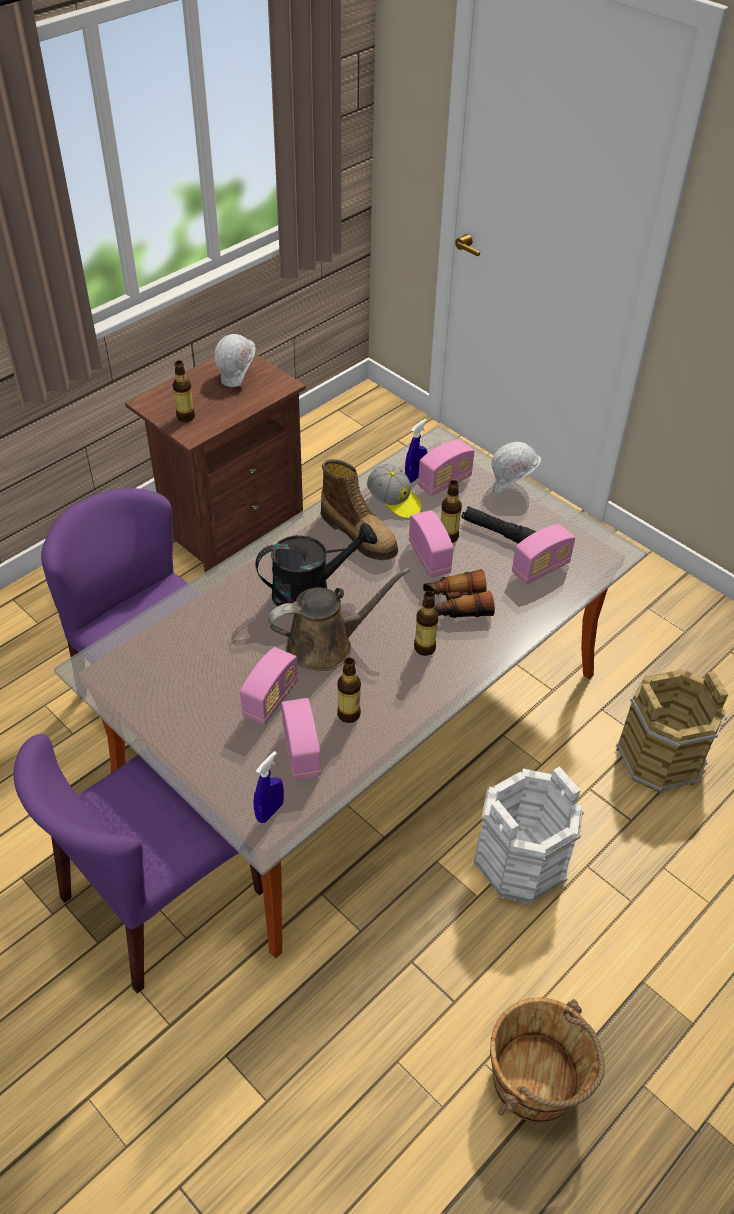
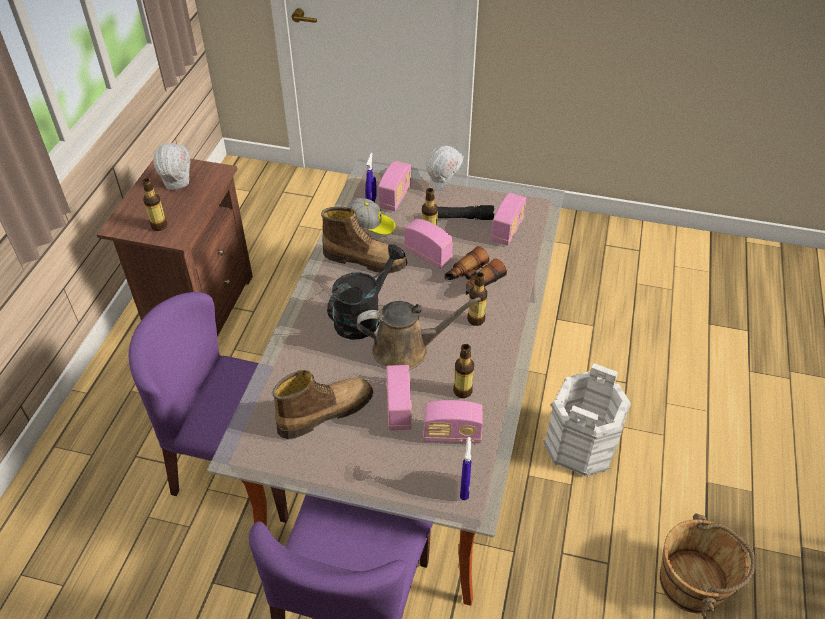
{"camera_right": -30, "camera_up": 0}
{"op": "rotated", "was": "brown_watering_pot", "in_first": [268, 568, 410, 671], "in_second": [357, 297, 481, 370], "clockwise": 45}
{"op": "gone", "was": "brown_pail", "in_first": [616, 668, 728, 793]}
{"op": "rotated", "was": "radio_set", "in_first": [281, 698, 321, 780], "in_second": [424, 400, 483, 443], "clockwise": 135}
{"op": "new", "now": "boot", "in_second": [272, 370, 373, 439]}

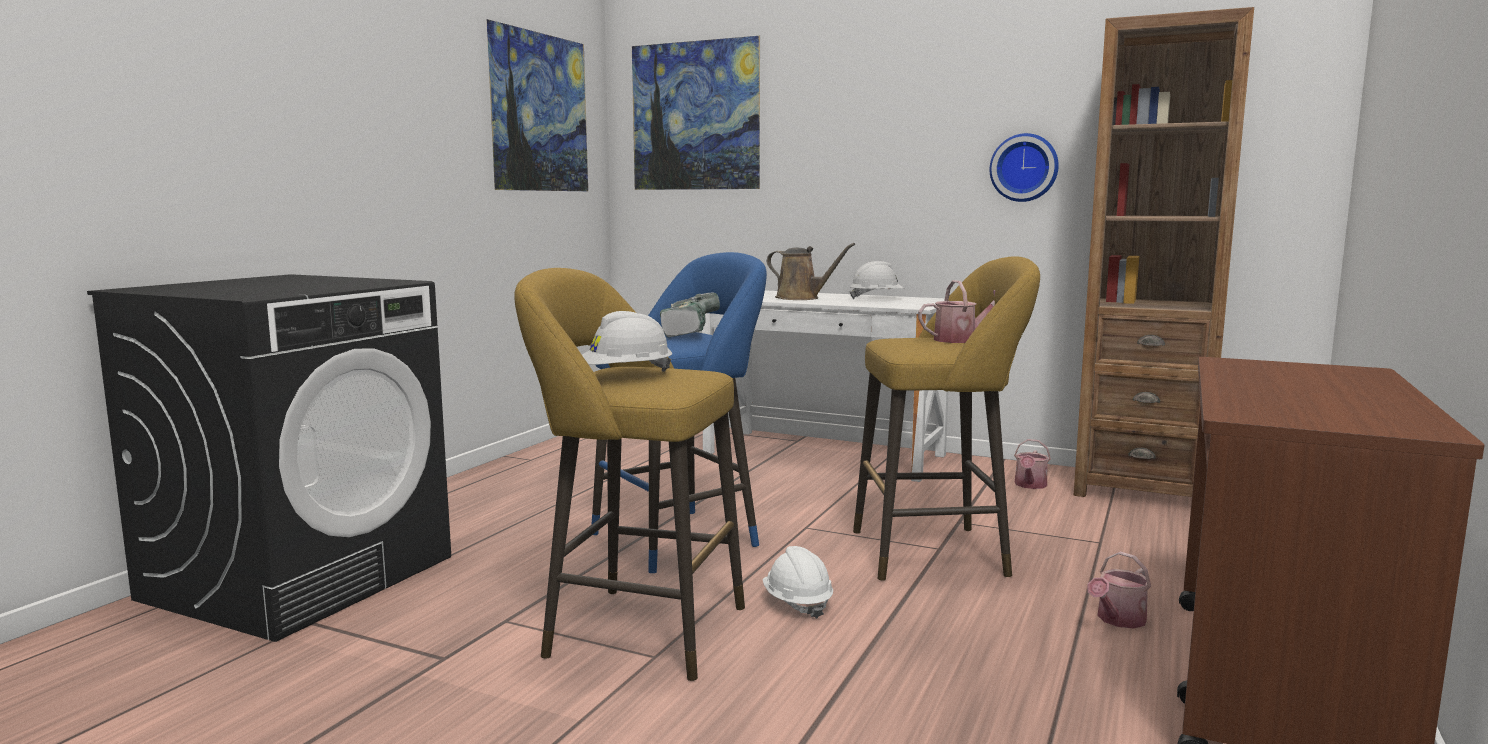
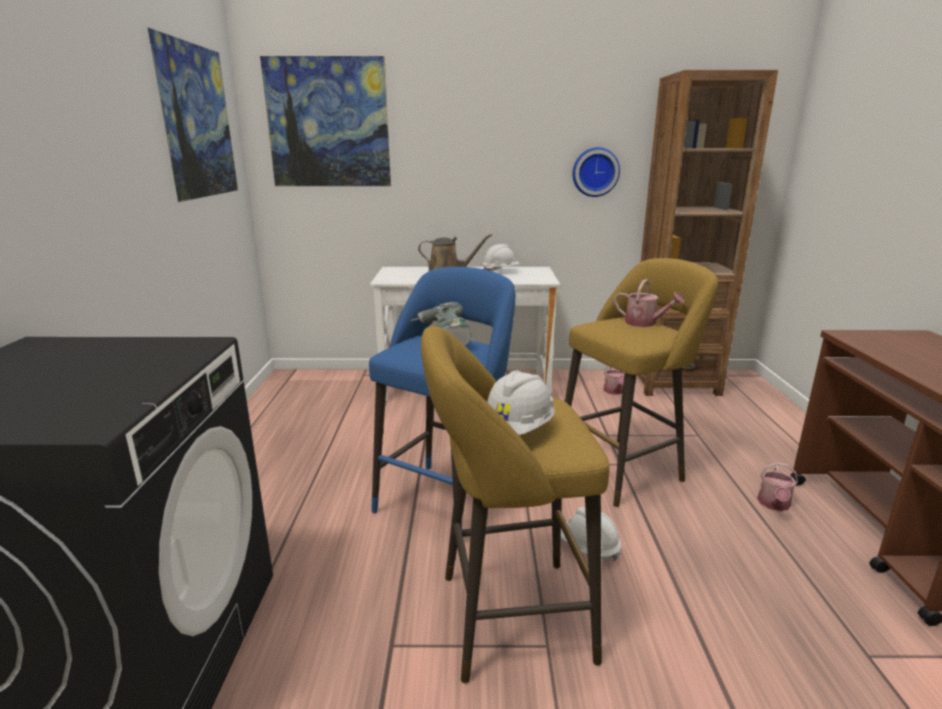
{"camera_right": -25, "camera_up": 10}
{"op": "rotated", "was": "watering_pot", "in_first": [918, 280, 995, 343], "in_second": [614, 279, 684, 327], "clockwise": 75}

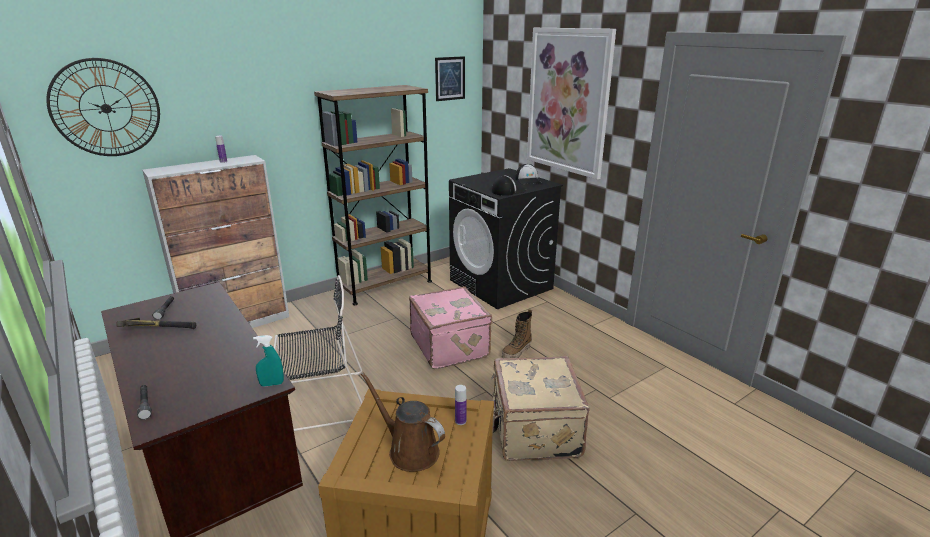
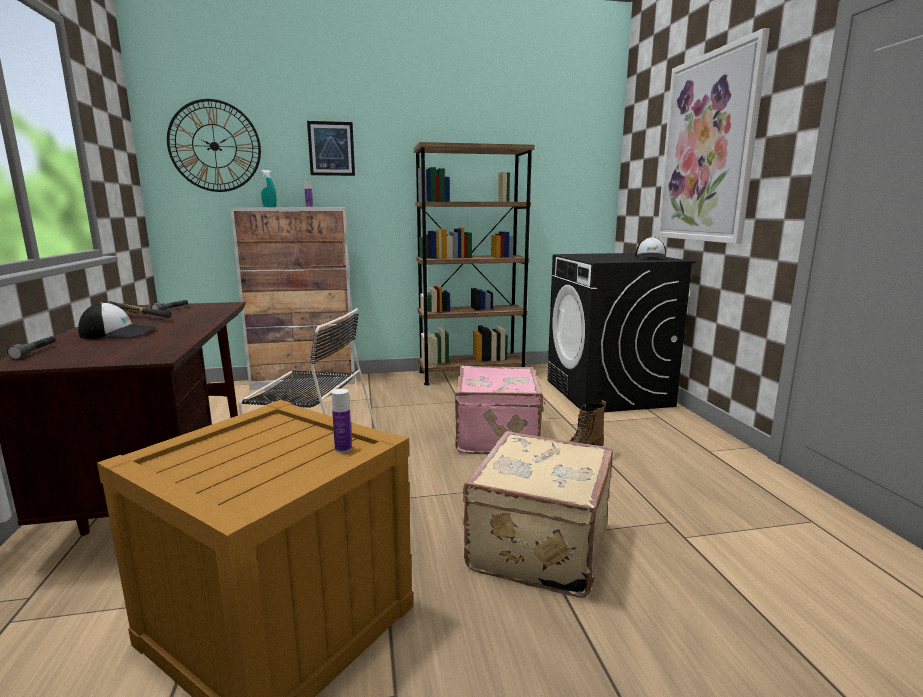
{"camera_right": 25, "camera_up": -10}
{"op": "shifted", "was": "wall_picture", "in_first": [435, 56, 465, 101], "in_second": [307, 121, 355, 176]}
{"op": "shifted", "was": "cap", "in_first": [492, 175, 526, 196], "in_second": [78, 302, 156, 339]}
{"op": "shifted", "was": "turquoise_hand_sprayer", "in_first": [253, 335, 284, 387], "in_second": [261, 170, 277, 207]}
{"op": "gone", "was": "brown_watering_pot", "in_first": [361, 373, 445, 472]}

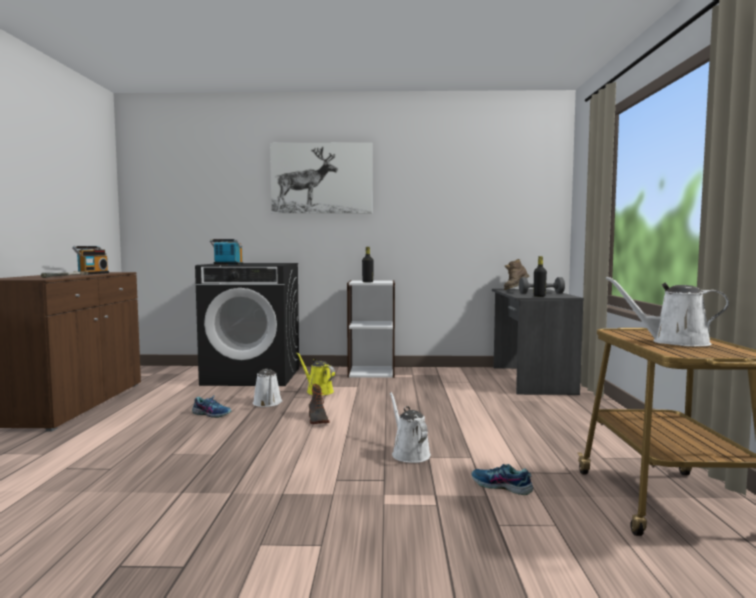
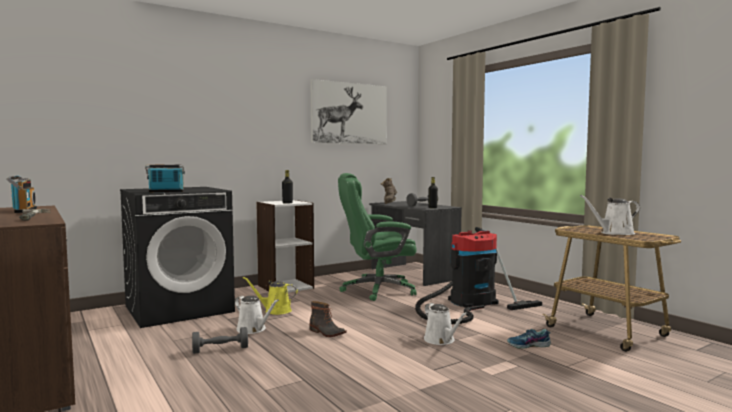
{"camera_right": -35, "camera_up": 0}
{"op": "shifted", "was": "wall_picture", "in_first": [270, 142, 372, 214], "in_second": [311, 79, 387, 144]}
{"op": "rotated", "was": "whitish_watering_pot", "in_first": [390, 392, 431, 463], "in_second": [424, 303, 467, 345], "clockwise": -150}
{"op": "swapped", "was": "low_shoe", "now": "greyish_dumbbell", "in_first": [192, 394, 231, 418], "in_second": [192, 327, 248, 354]}
{"op": "new", "now": "greenish_desk_chair", "in_second": [338, 173, 417, 301]}
{"op": "new", "now": "hoover", "in_second": [415, 227, 542, 324]}

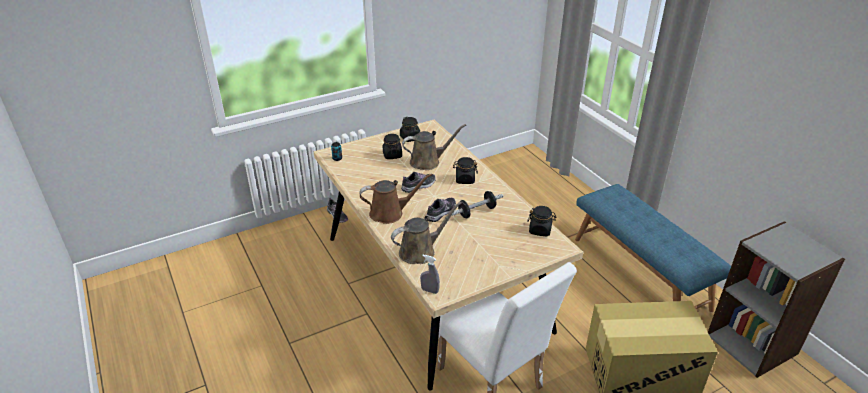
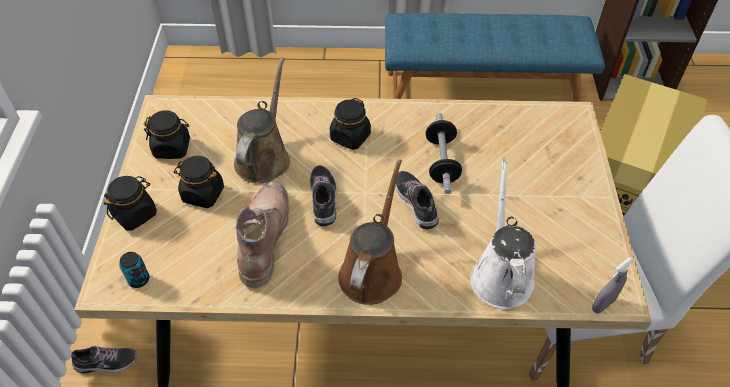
{"camera_right": -60, "camera_up": 15}
{"op": "repainted", "was": "brown_watering_pot", "now": "whitish_watering_pot", "in_first": [391, 202, 462, 264], "in_second": [470, 159, 536, 309]}
{"op": "shifted", "was": "blackish_storage_jar", "in_first": [527, 206, 556, 237], "in_second": [104, 176, 157, 230]}
{"op": "new", "now": "brown_boot", "in_second": [236, 182, 289, 288]}

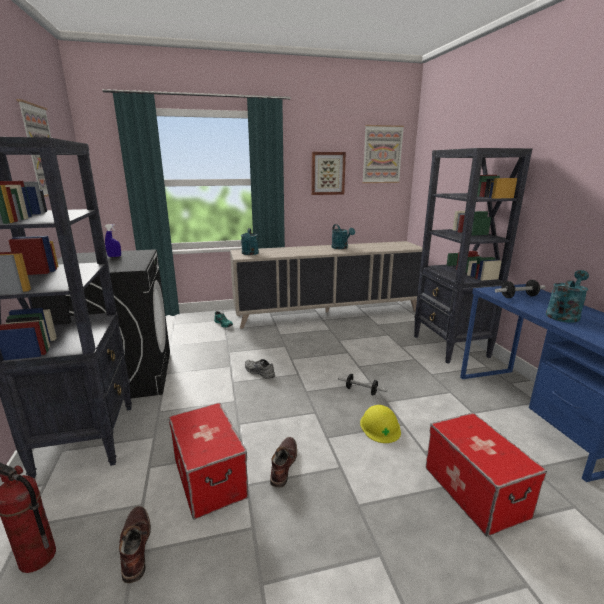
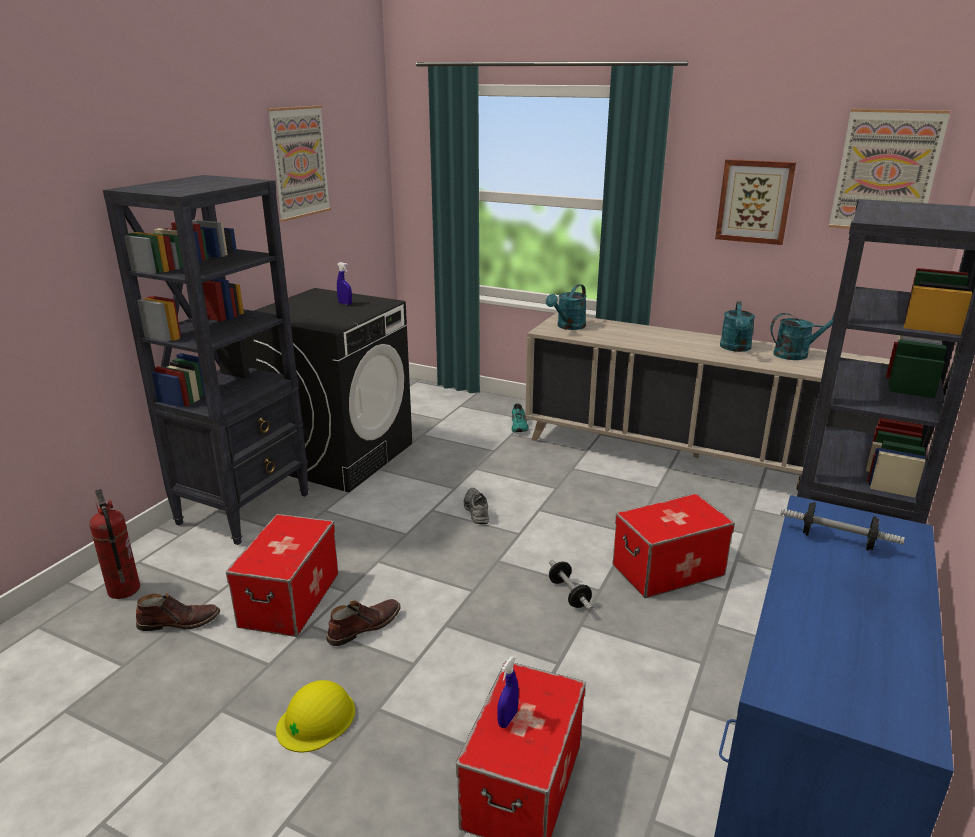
{"camera_right": 40, "camera_up": 5}
{"op": "shifted", "was": "turquoise_watering_pot", "in_first": [546, 270, 589, 323], "in_second": [770, 312, 835, 360]}
{"op": "shifted", "was": "yellow-coloured_hard_hat", "in_first": [360, 405, 401, 443], "in_second": [276, 680, 355, 752]}
{"op": "rotated", "was": "brown_boot", "in_first": [119, 506, 151, 583], "in_second": [136, 593, 220, 631], "clockwise": 60}
{"op": "new", "now": "storage_box", "in_second": [613, 493, 735, 598]}
{"op": "new", "now": "blue_hand_sprayer", "in_second": [497, 657, 519, 728]}

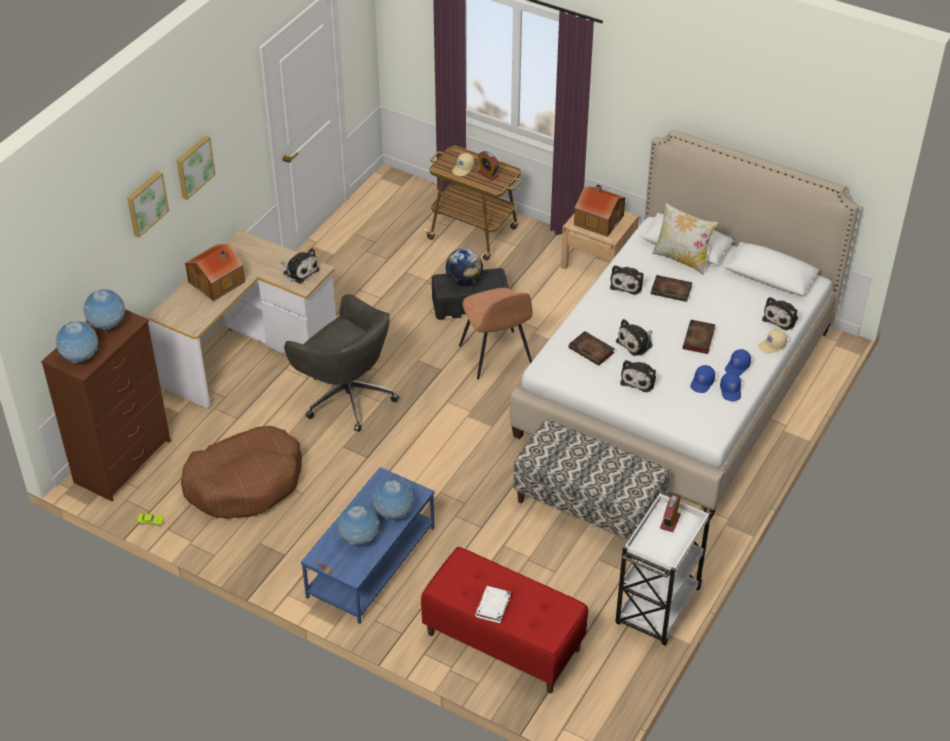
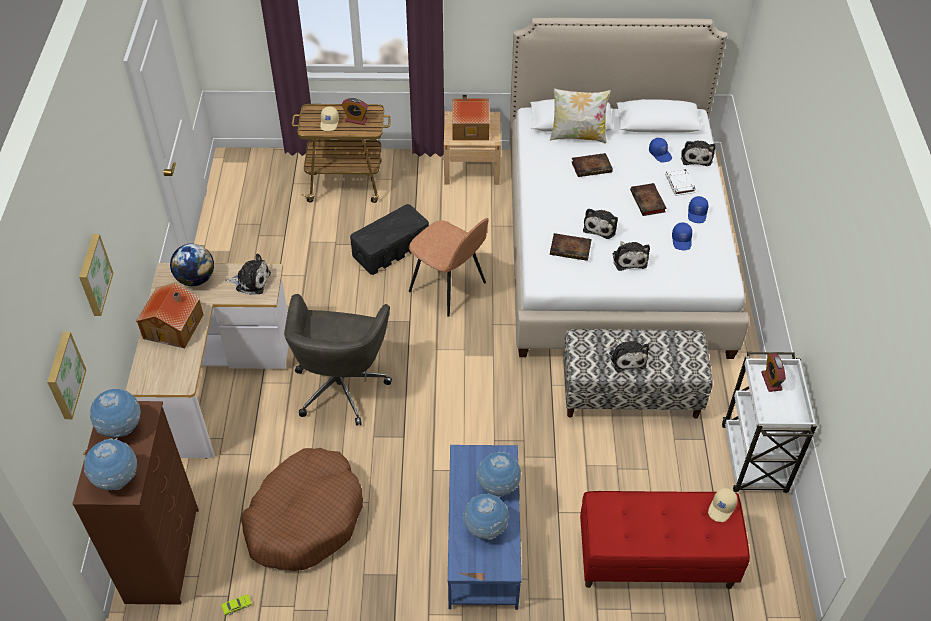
{"camera_right": -30, "camera_up": 5}
{"op": "shifted", "was": "wall_picture", "in_first": [176, 135, 216, 200], "in_second": [47, 332, 86, 419]}
{"op": "shifted", "was": "desk_globe", "in_first": [445, 248, 483, 286], "in_second": [170, 244, 214, 286]}
{"op": "shifted", "was": "soft_toy", "in_first": [610, 265, 643, 295], "in_second": [609, 339, 649, 372]}
{"op": "rotated", "was": "greyish_desk_chair", "in_first": [284, 294, 399, 432], "in_second": [284, 294, 392, 426], "clockwise": 90}
{"op": "shifted", "was": "beige-coloured_cap", "in_first": [758, 329, 787, 354], "in_second": [708, 488, 738, 522]}
{"op": "shifted", "was": "blue_cap", "in_first": [720, 372, 741, 401], "in_second": [649, 138, 672, 162]}
{"op": "shifted", "was": "whitish_bound_book", "in_first": [475, 586, 511, 623], "in_second": [665, 169, 696, 196]}

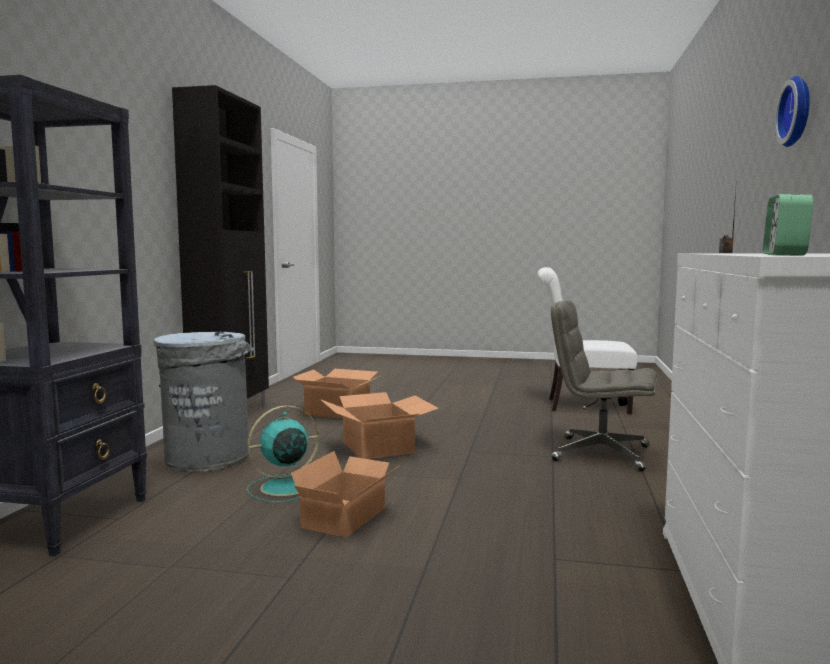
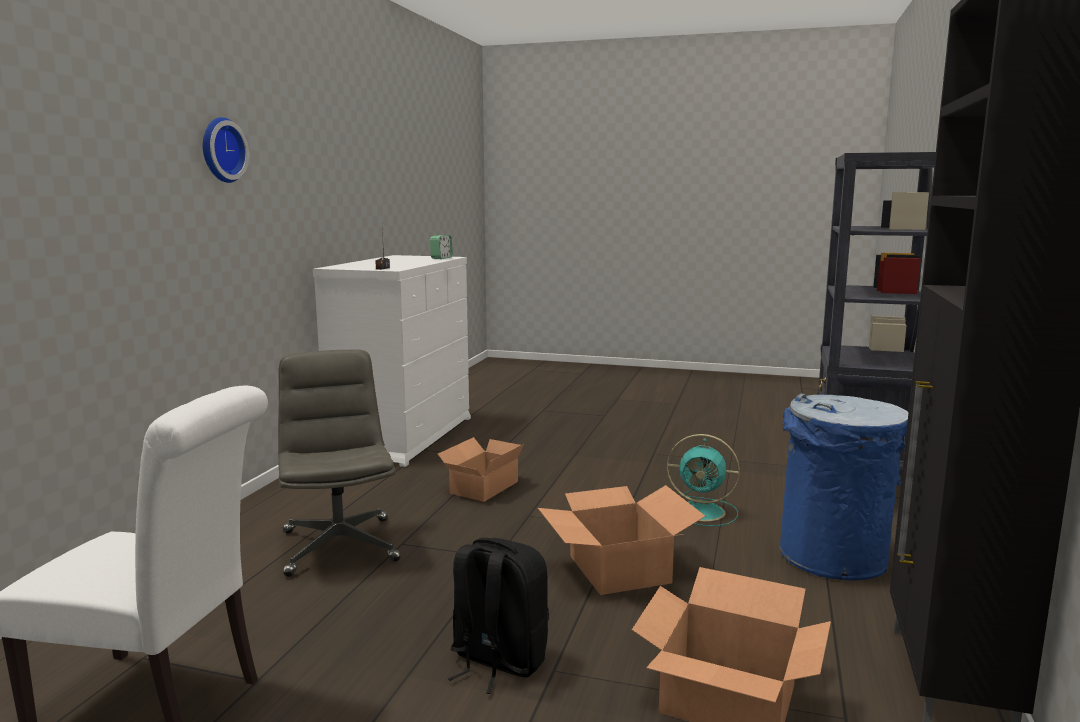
{"camera_right": -175, "camera_up": 5}
{"op": "rotated", "was": "greyish_desk_chair", "in_first": [551, 300, 657, 471], "in_second": [278, 349, 401, 577], "clockwise": -135}
{"op": "repainted", "was": "greyish_rubbish_bin", "now": "blue_rubbish_bin", "in_first": [153, 332, 254, 472], "in_second": [779, 393, 909, 581]}
{"op": "rotated", "was": "turquoise_electric_fan", "in_first": [247, 405, 319, 502], "in_second": [667, 434, 740, 526], "clockwise": 45}
{"op": "shifted", "was": "carton", "in_first": [291, 451, 399, 538], "in_second": [438, 437, 524, 502]}
{"op": "new", "now": "blackish_backpack", "in_second": [448, 538, 549, 694]}

